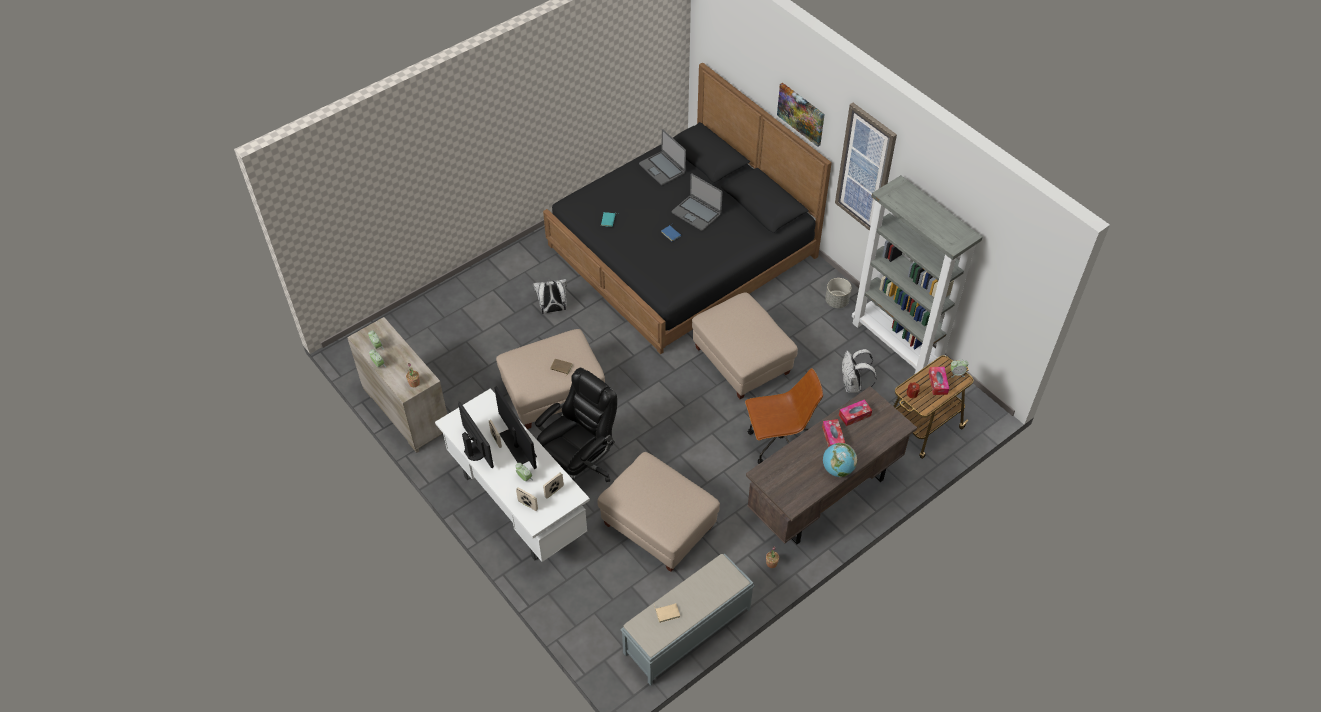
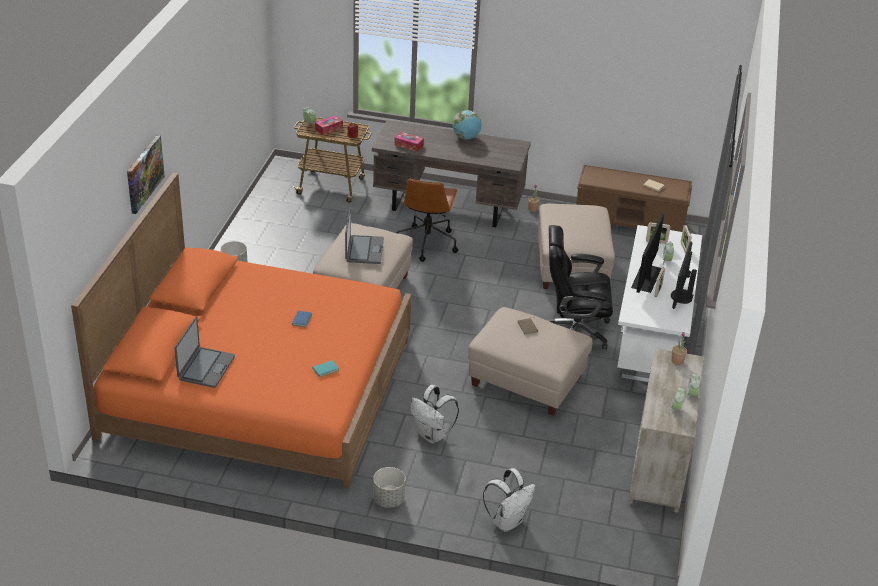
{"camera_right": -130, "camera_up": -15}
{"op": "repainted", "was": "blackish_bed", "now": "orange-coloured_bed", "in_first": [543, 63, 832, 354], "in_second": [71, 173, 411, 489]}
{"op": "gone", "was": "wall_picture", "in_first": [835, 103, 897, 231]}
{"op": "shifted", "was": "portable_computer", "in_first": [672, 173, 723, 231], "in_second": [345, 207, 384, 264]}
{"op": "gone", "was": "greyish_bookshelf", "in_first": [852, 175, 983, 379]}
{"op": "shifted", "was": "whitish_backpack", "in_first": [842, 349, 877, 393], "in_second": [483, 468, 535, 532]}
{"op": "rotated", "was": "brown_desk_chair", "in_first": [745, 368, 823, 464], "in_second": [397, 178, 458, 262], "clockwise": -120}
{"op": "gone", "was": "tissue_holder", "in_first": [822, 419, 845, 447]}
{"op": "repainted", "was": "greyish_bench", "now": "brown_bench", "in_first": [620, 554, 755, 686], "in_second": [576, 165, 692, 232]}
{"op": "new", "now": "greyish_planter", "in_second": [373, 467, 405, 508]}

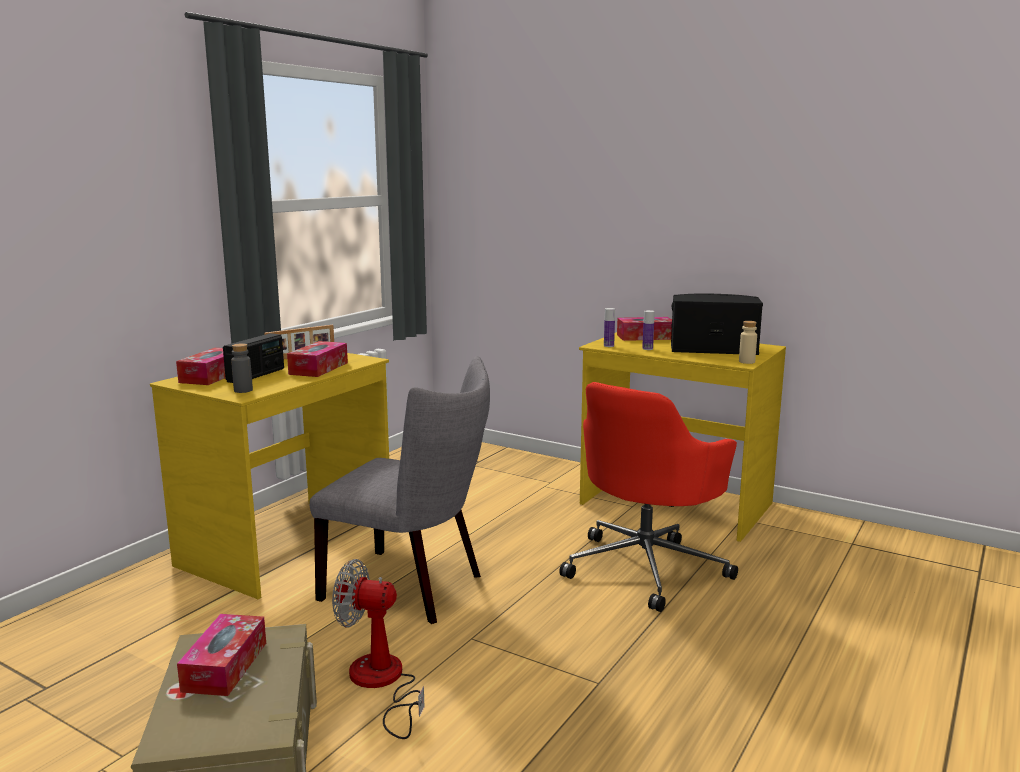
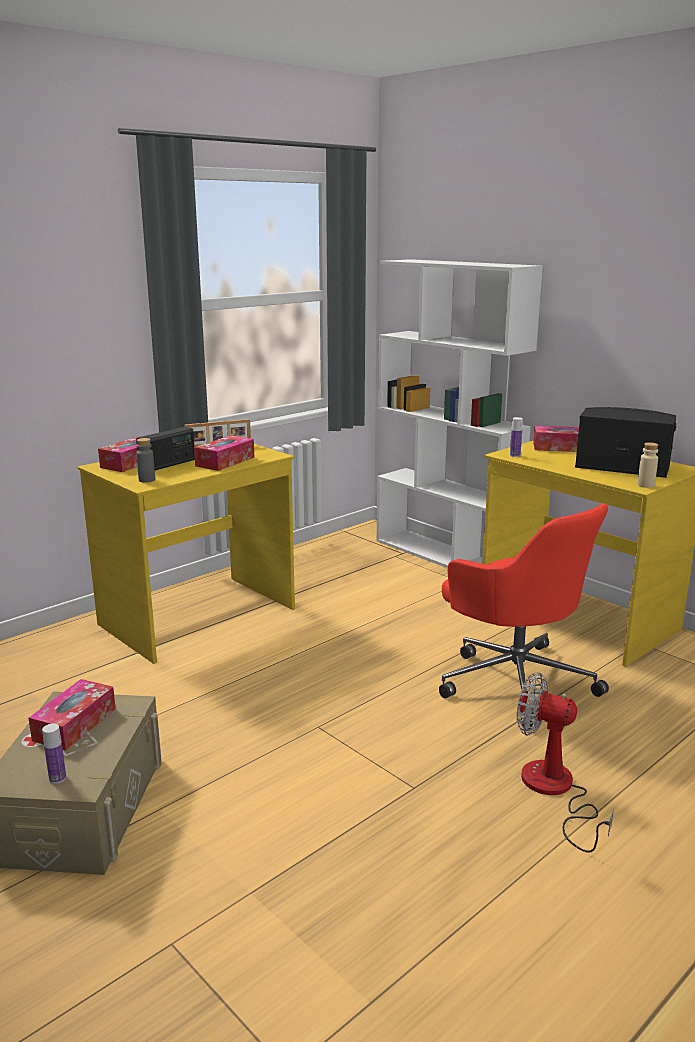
{"camera_right": 15, "camera_up": 5}
{"op": "shifted", "was": "bottle", "in_first": [642, 310, 654, 350], "in_second": [42, 724, 66, 784]}
{"op": "gone", "was": "greyish_upright_chair", "in_first": [309, 356, 490, 624]}
{"op": "rotated", "was": "reddish_desk_chair", "in_first": [559, 382, 738, 612], "in_second": [439, 503, 609, 730], "clockwise": -90}
{"op": "shifted", "was": "electric_fan", "in_first": [332, 559, 425, 739], "in_second": [517, 672, 614, 853]}
{"op": "new", "now": "whitish_bookshelf", "in_second": [376, 259, 543, 568]}

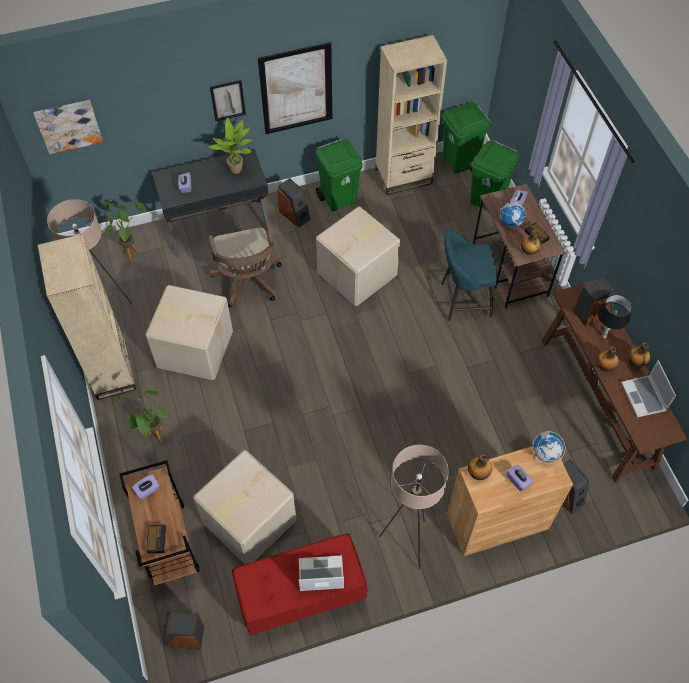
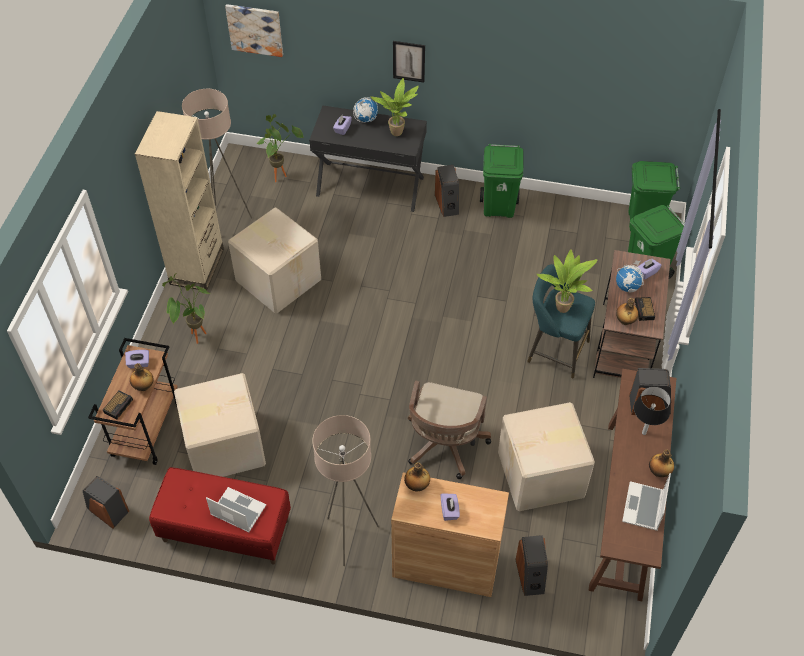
{"camera_right": 30, "camera_up": -5}
{"op": "gone", "was": "beige-coloured_bookshelf", "in_first": [375, 35, 447, 195]}
{"op": "gone", "was": "wall_picture", "in_first": [258, 42, 332, 134]}
{"op": "shifted", "was": "carton", "in_first": [316, 207, 400, 306], "in_second": [498, 402, 595, 511]}
{"op": "shifted", "was": "brown_desk_chair", "in_first": [209, 223, 282, 307], "in_second": [408, 381, 491, 479]}
{"op": "shifted", "was": "bottle", "in_first": [596, 347, 619, 372], "in_second": [130, 363, 154, 391]}
{"op": "shifted", "was": "desk_globe", "in_first": [532, 431, 565, 464], "in_second": [353, 97, 378, 122]}
{"op": "new", "now": "potted_plant", "in_second": [537, 249, 597, 313]}

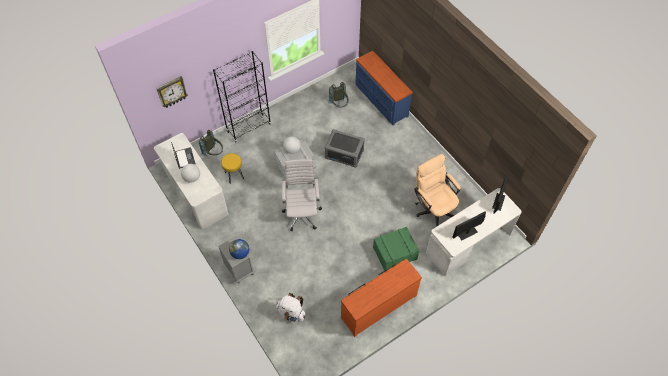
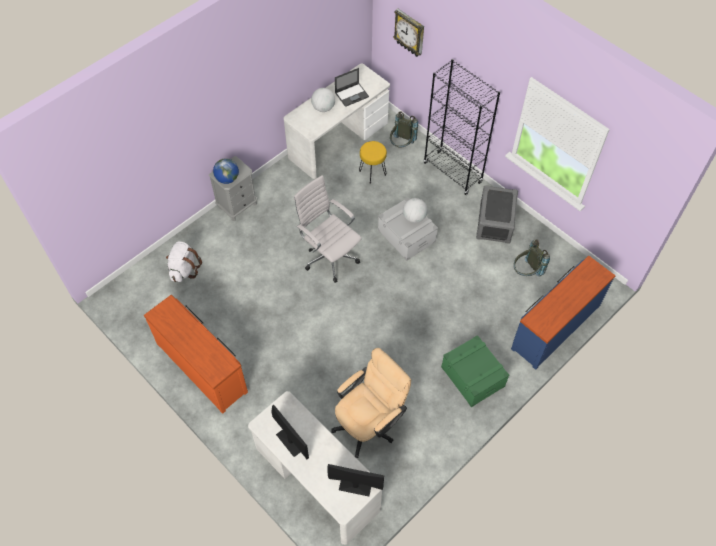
{"camera_right": 80, "camera_up": 0}
{"op": "shifted", "was": "greyish_storage_box", "in_first": [325, 129, 365, 168], "in_second": [476, 185, 518, 244]}
{"op": "rotated", "was": "whitish_desk_chair", "in_first": [282, 159, 322, 231], "in_second": [294, 175, 362, 283], "clockwise": -120}
{"op": "shifted", "was": "greenish_storage_box", "in_first": [373, 227, 419, 271], "in_second": [441, 335, 509, 407]}

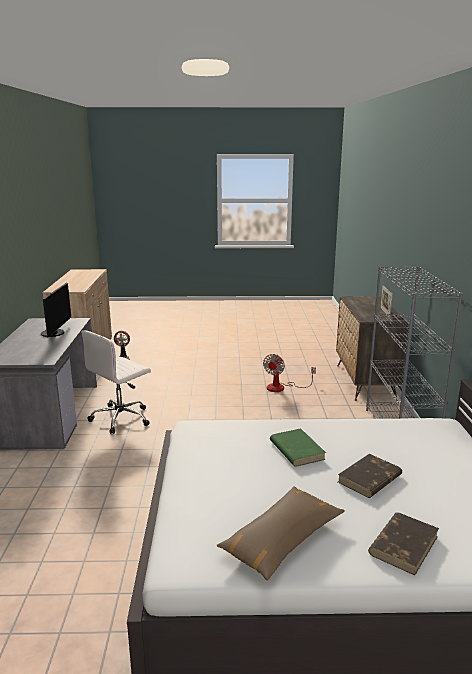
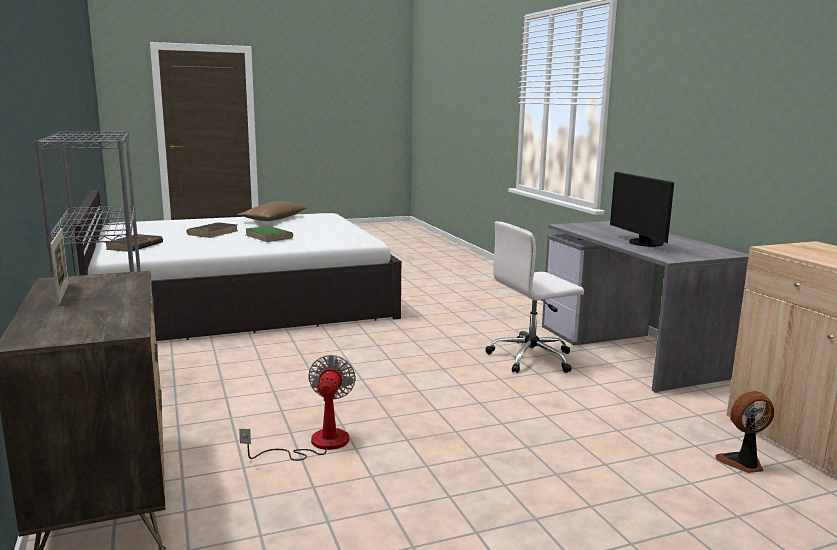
{"camera_right": 160, "camera_up": -5}
{"op": "rotated", "was": "whitish_desk_chair", "in_first": [81, 330, 151, 434], "in_second": [485, 221, 584, 373], "clockwise": -135}
{"op": "shifted", "was": "brown_bound_book", "in_first": [368, 512, 439, 576], "in_second": [105, 234, 163, 252]}

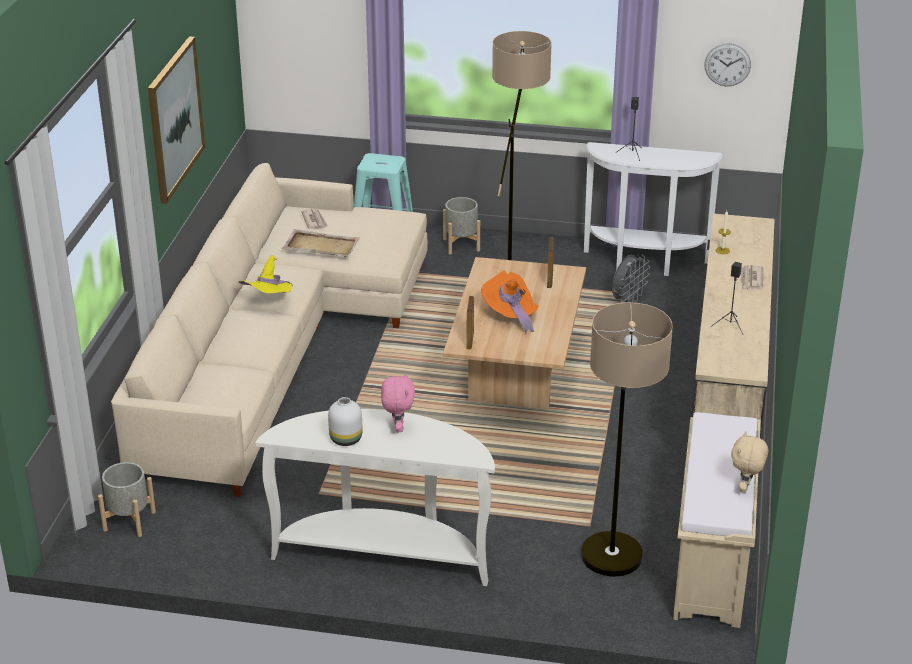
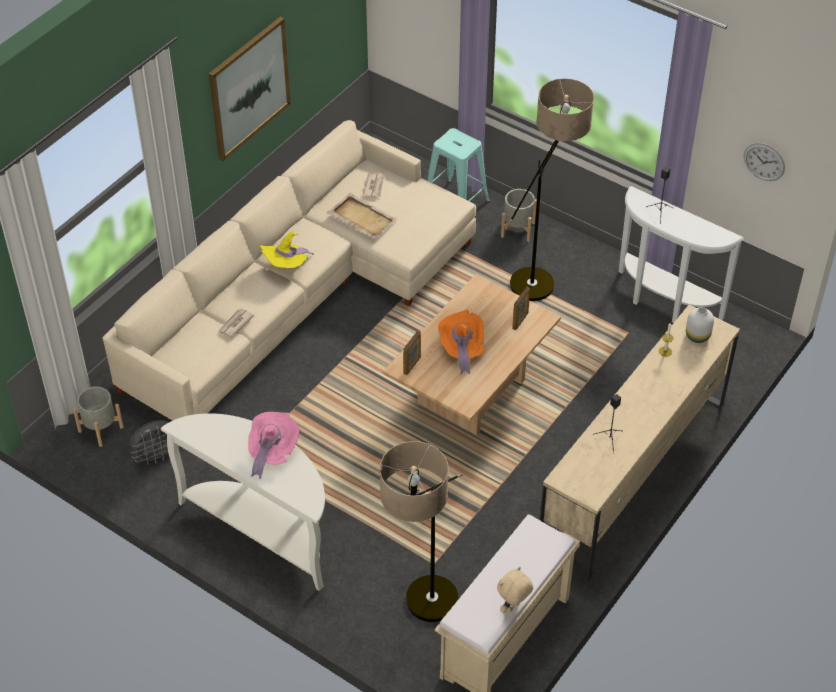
{"camera_right": 25, "camera_up": 15}
{"op": "shifted", "was": "greyish_electric_fan", "in_first": [612, 255, 650, 303], "in_second": [130, 420, 169, 465]}
{"op": "shifted", "was": "printed_paper", "in_first": [741, 265, 763, 290], "in_second": [219, 308, 254, 337]}
{"op": "swapped", "was": "pinkish_soft_toy", "now": "pinkish_hat", "in_first": [381, 373, 415, 432], "in_second": [248, 412, 299, 479]}
{"op": "shifted", "was": "whitish_flower_vase", "in_first": [328, 397, 362, 446], "in_second": [686, 307, 714, 343]}

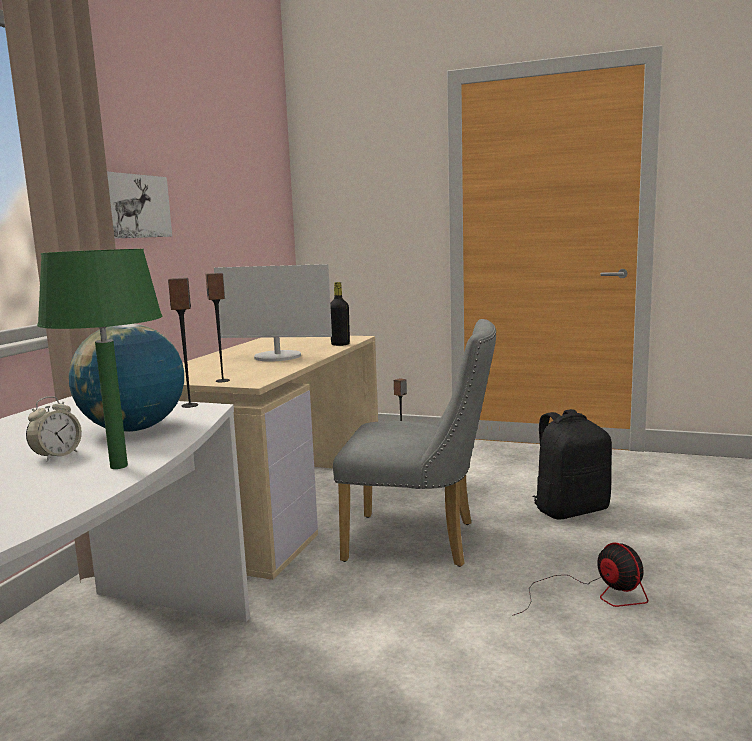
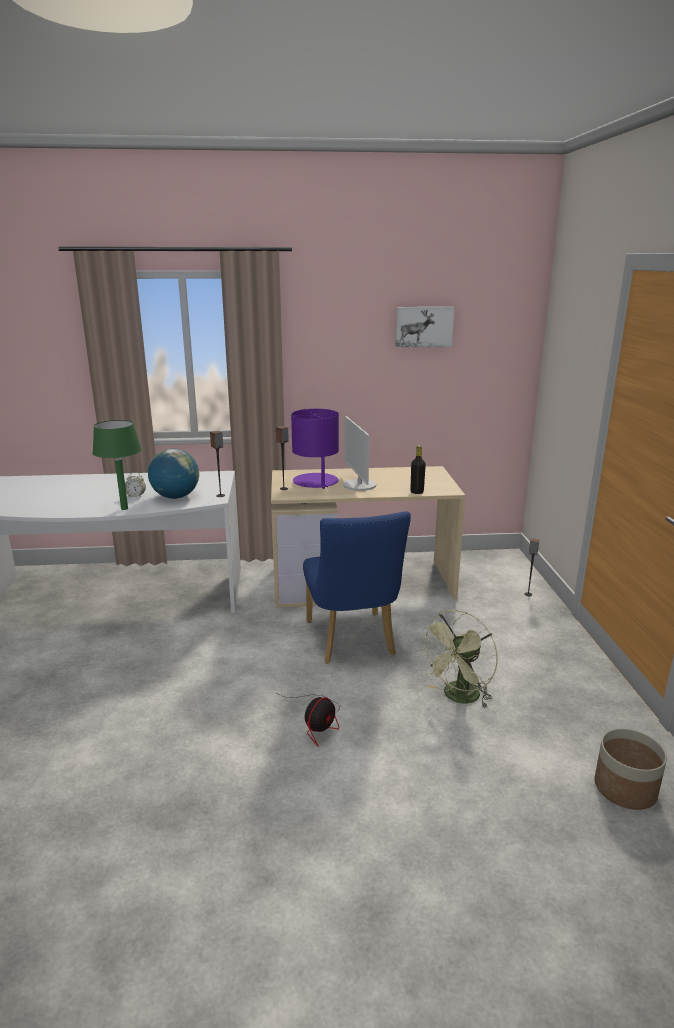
{"camera_right": 65, "camera_up": 10}
{"op": "shifted", "was": "wall_picture", "in_first": [107, 172, 172, 239], "in_second": [395, 307, 454, 348]}
{"op": "repainted", "was": "greyish_upright_chair", "now": "blue_upright_chair", "in_first": [333, 319, 496, 567], "in_second": [303, 511, 411, 664]}
{"op": "swapped", "was": "blackish_backpack", "now": "greenish_electric_fan", "in_first": [532, 409, 612, 520], "in_second": [418, 610, 498, 708]}
{"op": "new", "now": "purple-coloured_lamp_for_a_table", "in_second": [291, 409, 339, 489]}
{"op": "new", "now": "planter", "in_second": [594, 728, 667, 810]}

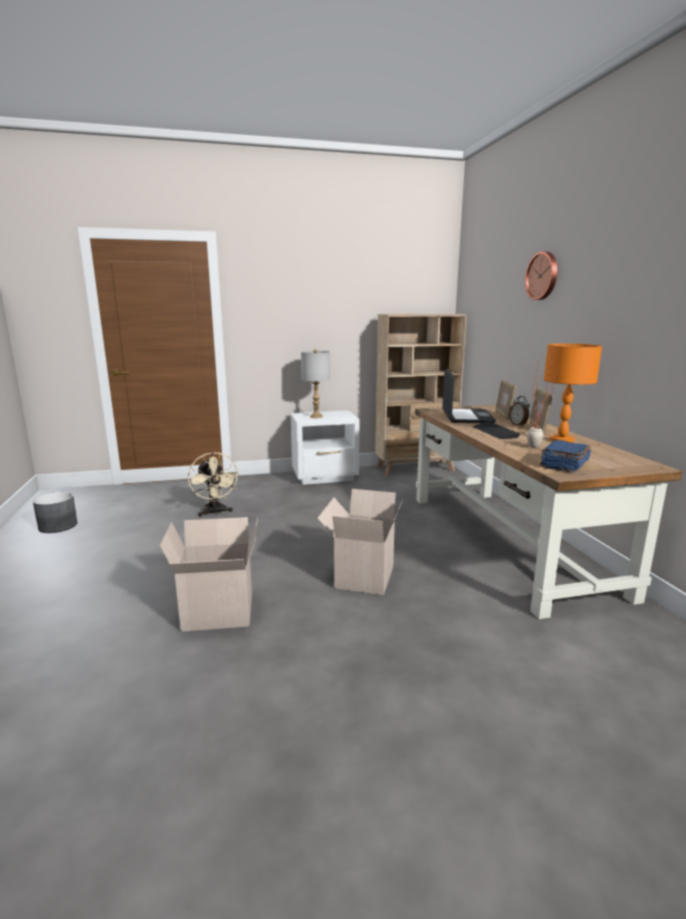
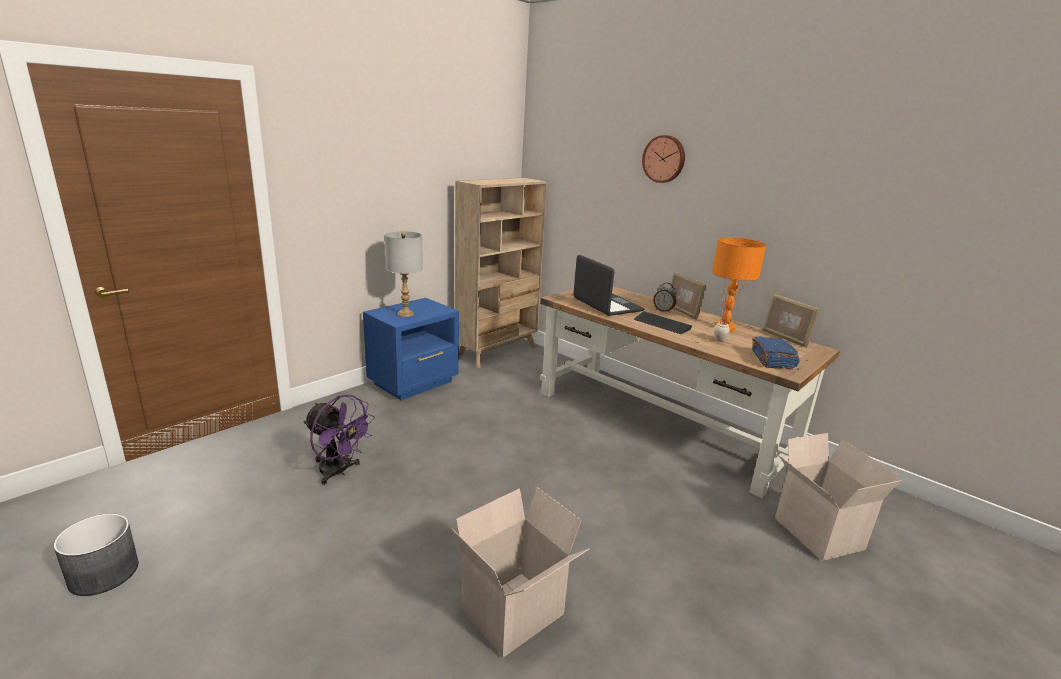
{"camera_right": -35, "camera_up": 5}
{"op": "shifted", "was": "picture_frame", "in_first": [496, 379, 517, 420], "in_second": [763, 294, 820, 348]}
{"op": "repainted", "was": "whitish_bedside_table", "now": "blue_bedside_table", "in_first": [290, 410, 360, 485], "in_second": [363, 298, 459, 400]}
{"op": "repainted", "was": "beige-coloured_electric_fan", "now": "purple-coloured_electric_fan", "in_first": [188, 452, 240, 517], "in_second": [304, 395, 375, 485]}
{"op": "shifted", "was": "carton", "in_first": [317, 489, 403, 595], "in_second": [775, 433, 901, 561]}

